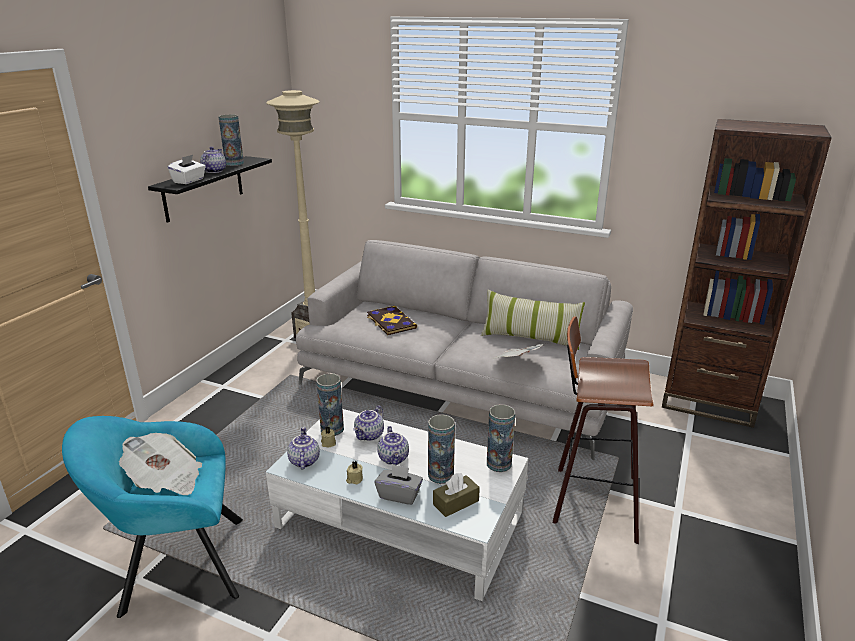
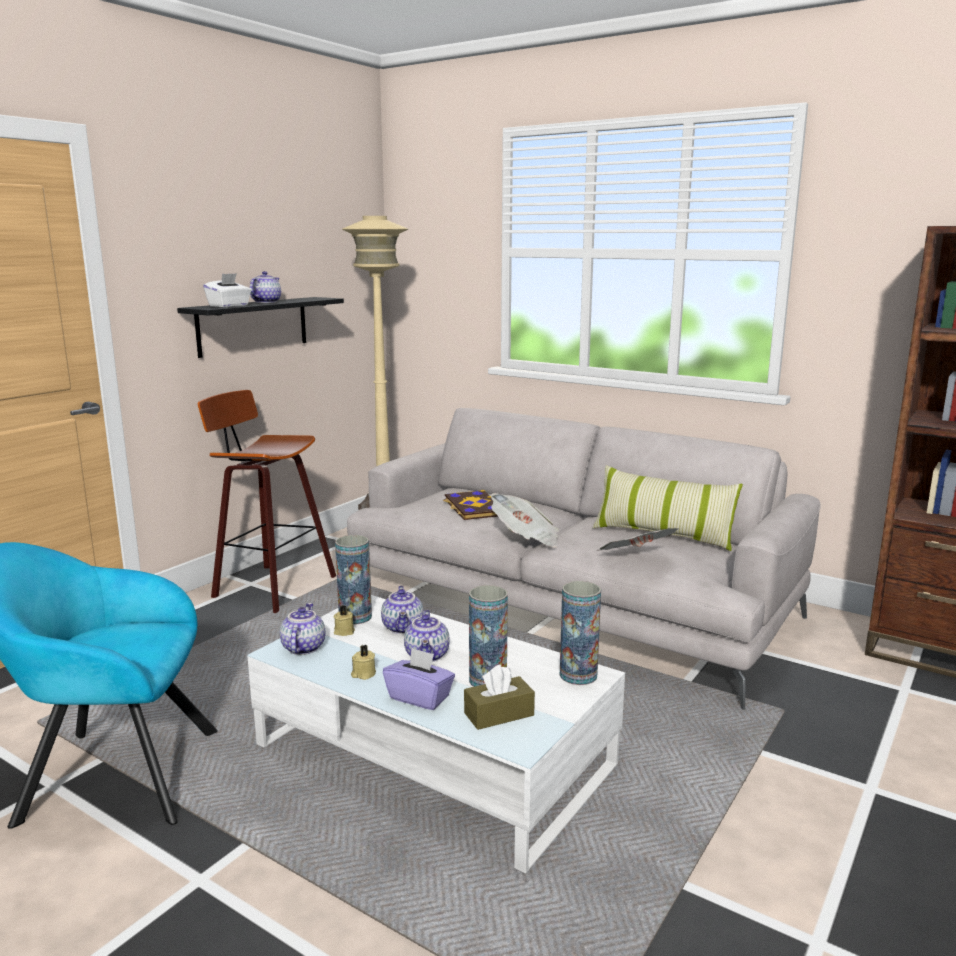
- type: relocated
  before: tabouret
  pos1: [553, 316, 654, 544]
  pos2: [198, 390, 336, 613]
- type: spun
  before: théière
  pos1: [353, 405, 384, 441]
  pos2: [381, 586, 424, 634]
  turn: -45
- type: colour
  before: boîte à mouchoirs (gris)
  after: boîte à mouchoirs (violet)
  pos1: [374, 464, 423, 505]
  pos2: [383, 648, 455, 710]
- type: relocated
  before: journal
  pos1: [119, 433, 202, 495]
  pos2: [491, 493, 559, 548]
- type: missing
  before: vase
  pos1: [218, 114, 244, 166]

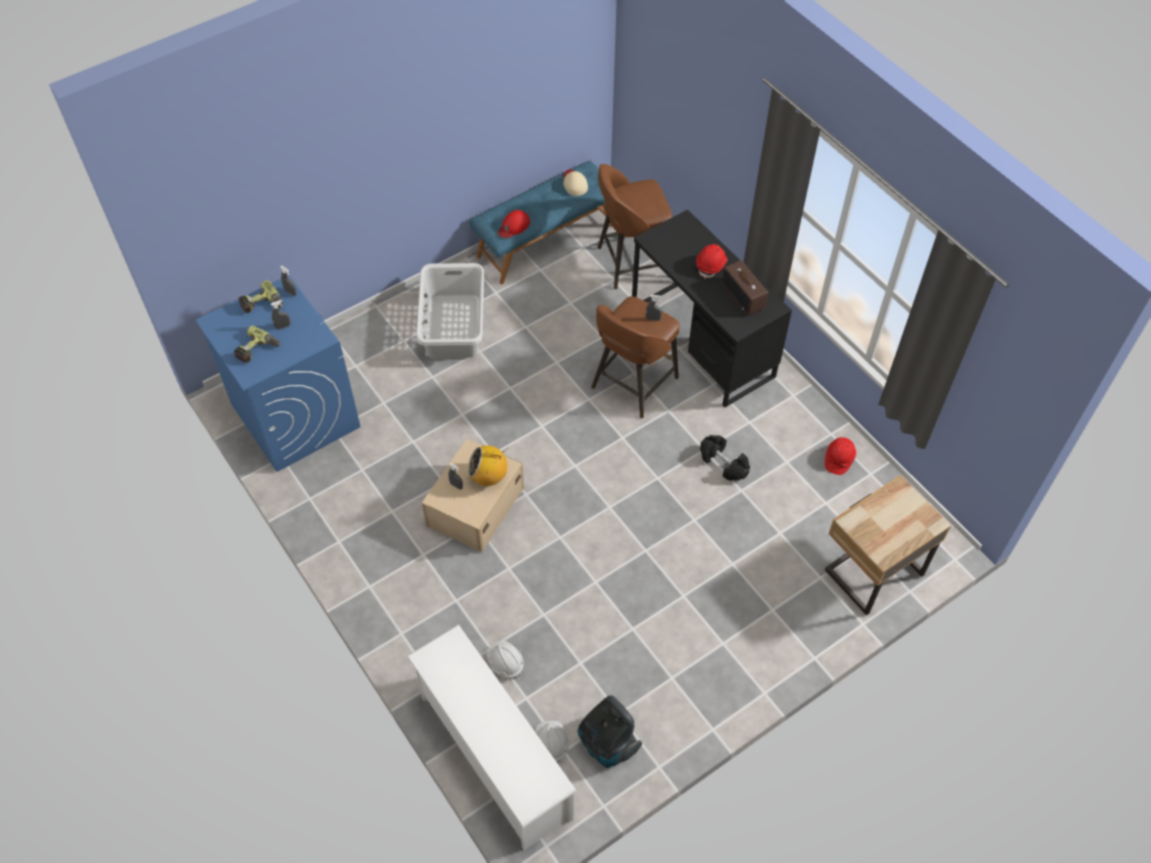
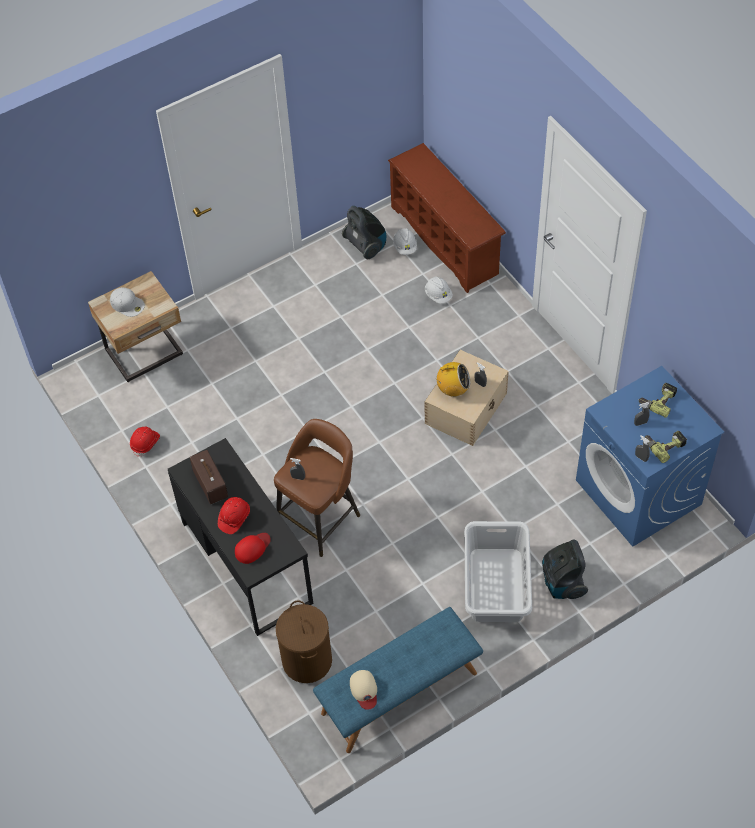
- type: appeared
  after: casquette (blanc)
  pos2: [110, 287, 145, 317]
- type: relocated
  before: casquette (rouge)
  pos1: [498, 210, 530, 238]
  pos2: [235, 533, 271, 564]
- type: exchanged
  before: tabouret (marron)
  after: panier à linge (marron)
  pos1: [598, 164, 672, 289]
  pos2: [276, 600, 332, 683]
- type: colour
  before: étagère à chaussures (blanc)
  after: étagère à chaussures (marron)
  pos1: [407, 624, 577, 850]
  pos2: [388, 143, 506, 293]
- type: appeared
  after: aspirateur
  pos2: [542, 540, 588, 599]
- type: missing
  before: haltère (noir)
  pos1: [700, 435, 750, 481]

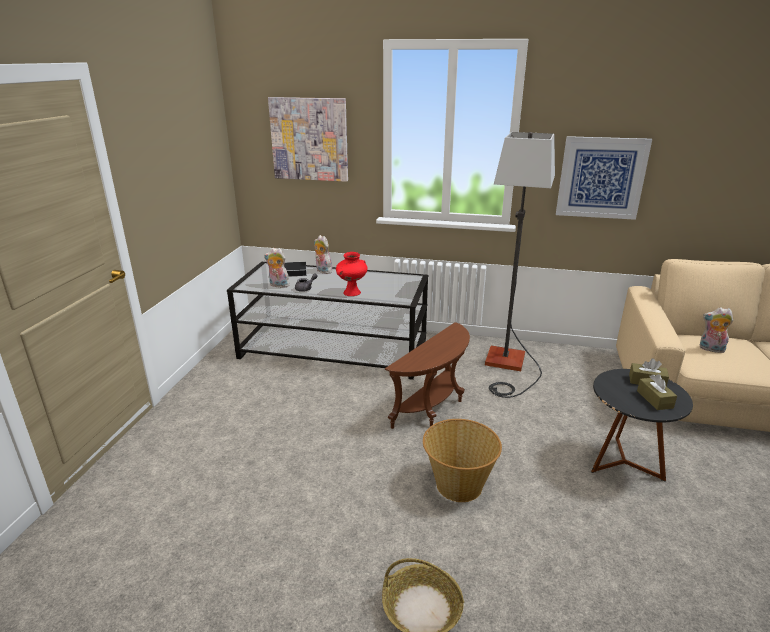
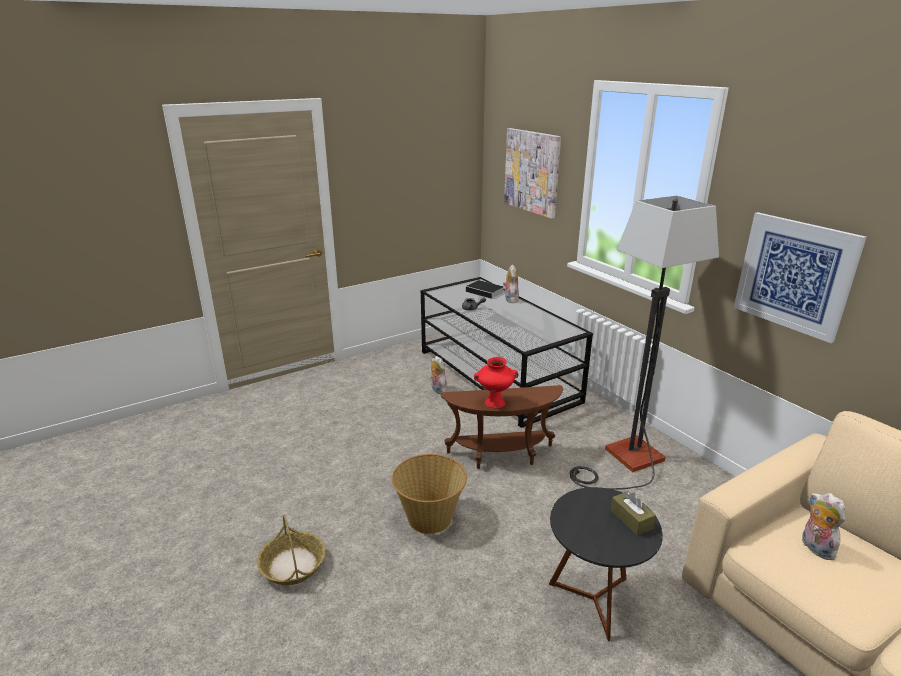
- type: relocated
  before: peluche
  pos1: [264, 248, 290, 288]
  pos2: [430, 356, 447, 394]
- type: relocated
  before: vase (rouge)
  pos1: [336, 252, 368, 296]
  pos2: [474, 357, 518, 408]
- type: missing
  before: boîte à mouchoirs (marron)
  pos1: [637, 374, 677, 410]

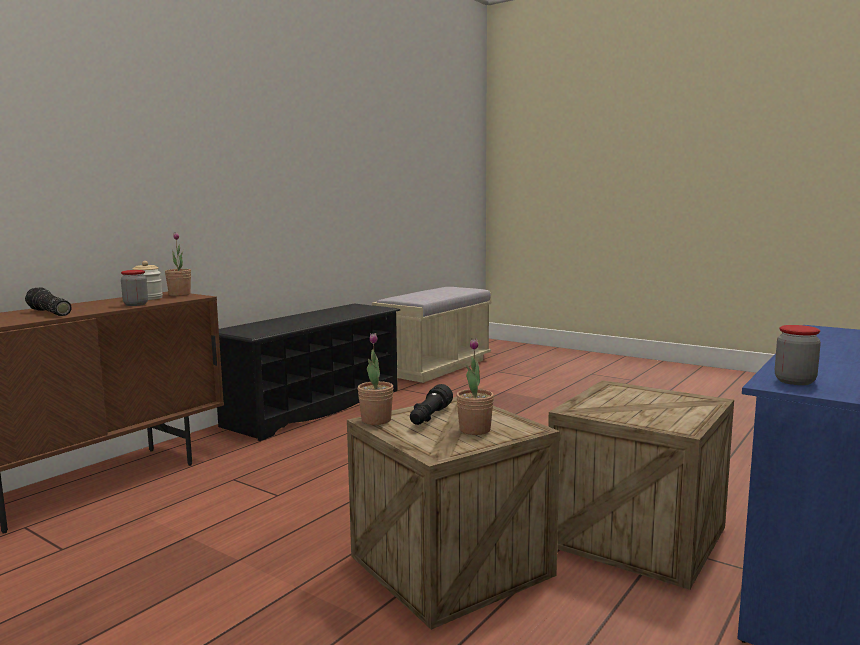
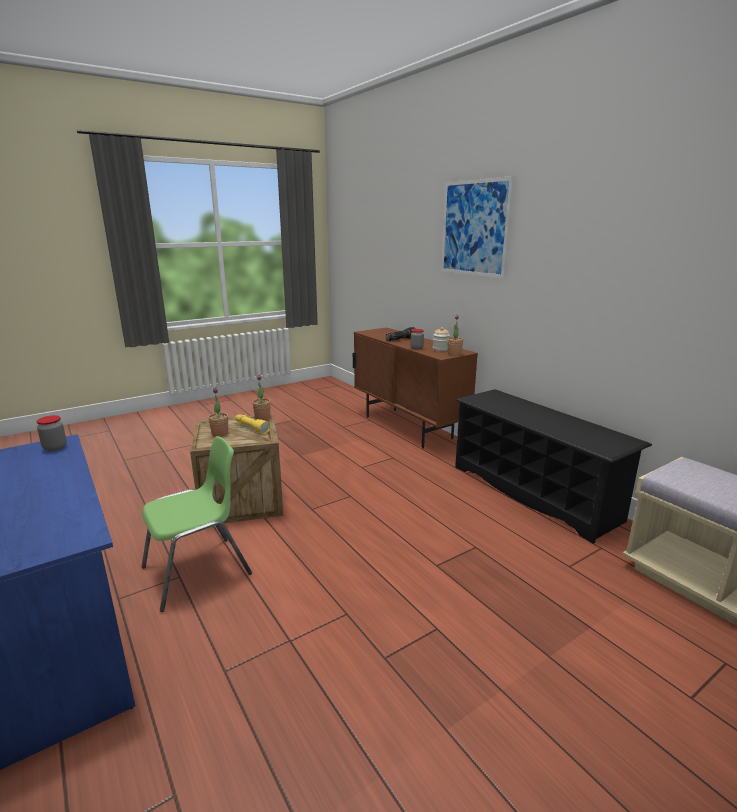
- type: exchanged
  before: caisse
  after: chaise (vert)
  pos1: [548, 380, 734, 590]
  pos2: [142, 436, 252, 612]
- type: colour
  before: lampe de poche (noir)
  after: lampe de poche (jaune)
  pos1: [410, 384, 453, 425]
  pos2: [235, 414, 270, 434]
- type: appeared
  after: tableau
  pos2: [441, 176, 514, 279]

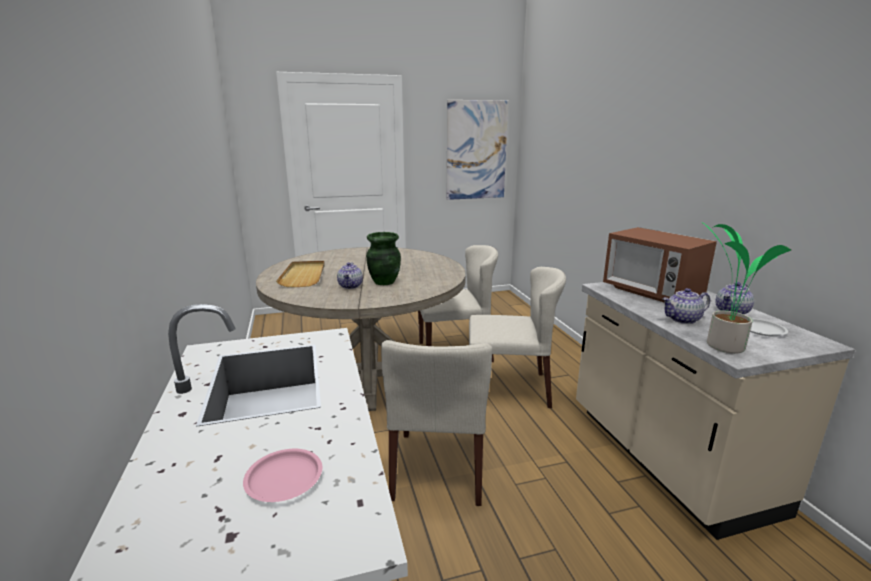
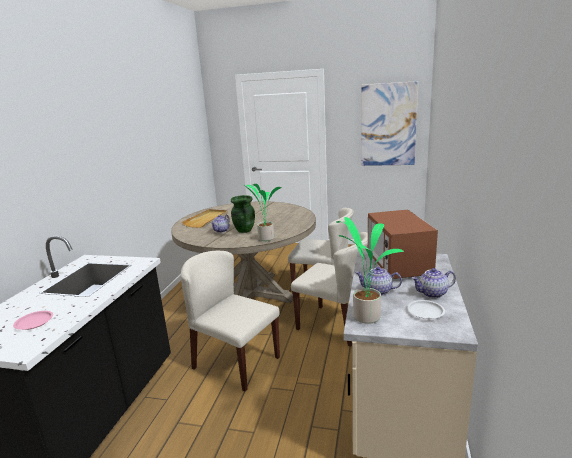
- type: spun
  before: chaise (beige)
  pos1: [381, 340, 492, 506]
  pos2: [181, 250, 280, 391]
  turn: 90
- type: appeared
  after: plante en pot
  pos2: [245, 184, 282, 241]

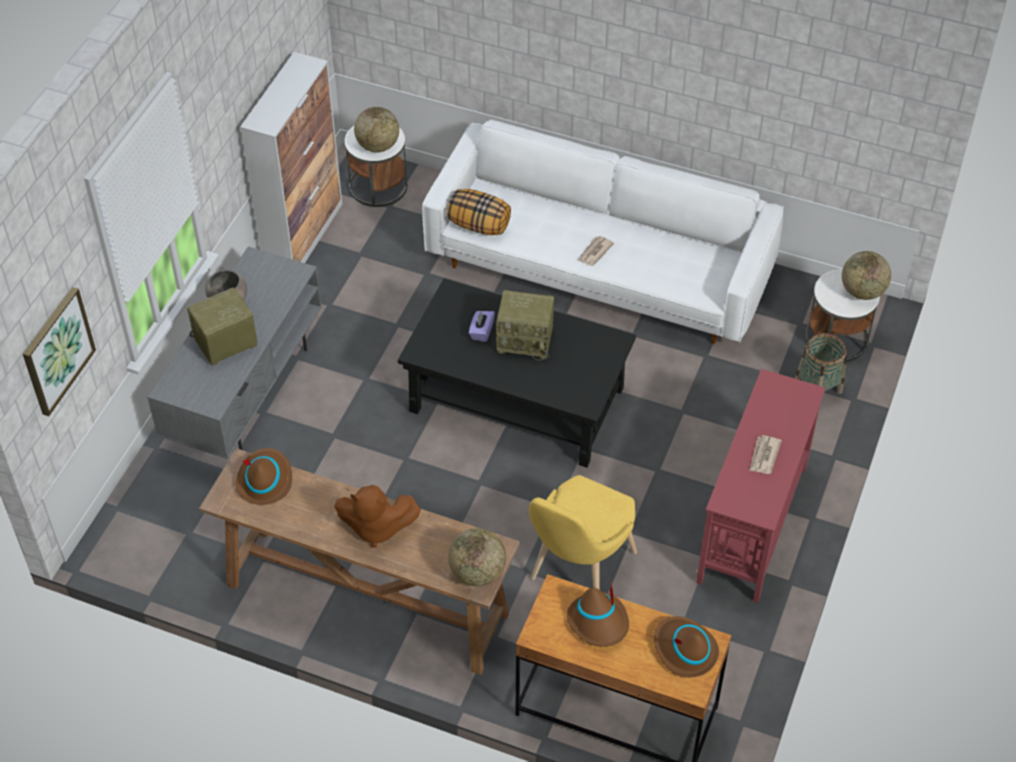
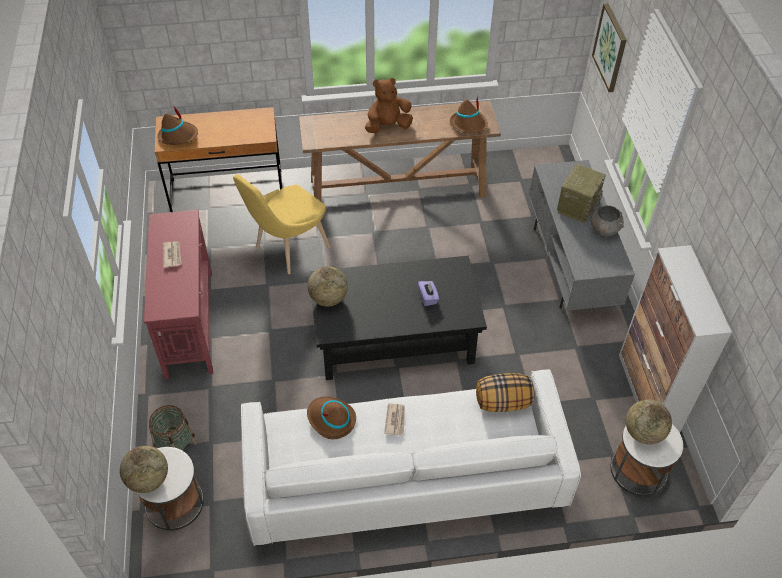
- type: spun
  before: chaise (jaune)
  pos1: [529, 475, 637, 589]
  pos2: [233, 174, 330, 274]
  turn: -135
- type: relocated
  before: chapeau (marron)
  pos1: [566, 582, 629, 647]
  pos2: [307, 396, 356, 439]
- type: relocated
  before: globe
  pos1: [449, 528, 506, 586]
  pos2: [308, 266, 348, 307]
- type: missing
  before: radio
  pos1: [496, 290, 554, 361]

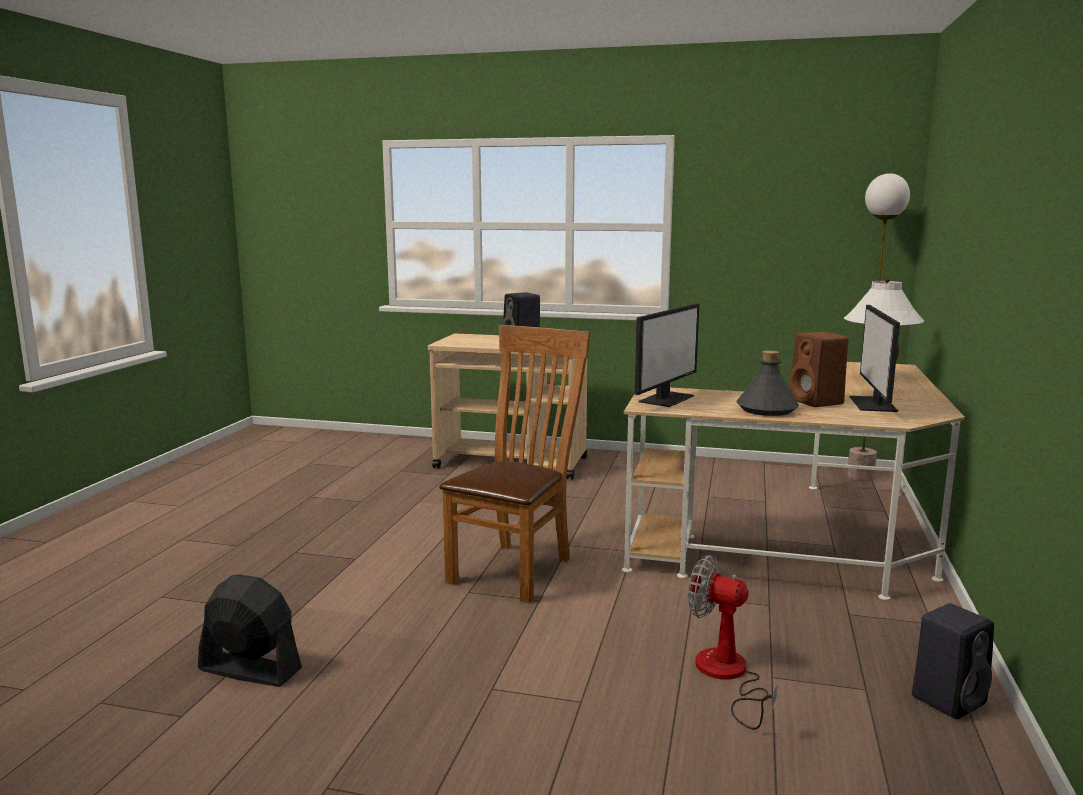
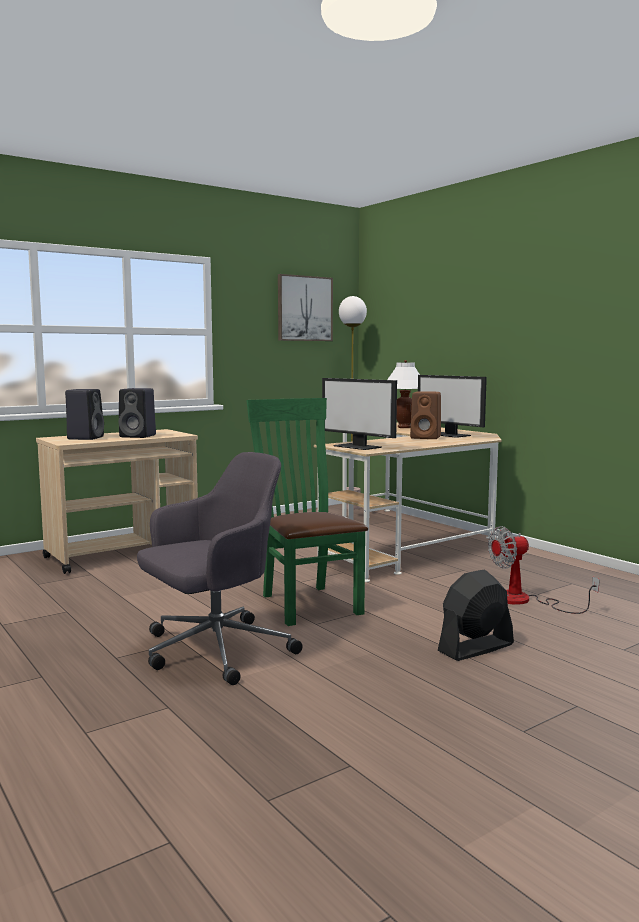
- type: relocated
  before: enceinte (noir)
  pos1: [912, 603, 994, 719]
  pos2: [65, 389, 104, 440]
- type: appeared
  after: chaise de bureau (gris)
  pos2: [137, 452, 303, 685]
- type: colour
  before: chaise (marron)
  after: chaise (vert)
  pos1: [439, 325, 591, 603]
  pos2: [246, 398, 368, 626]
- type: appeared
  after: tableau
  pos2: [278, 274, 333, 341]
- type: spun
  before: écran d'ordinateur
  pos1: [635, 303, 699, 407]
  pos2: [322, 378, 397, 450]
  turn: 150
- type: relocated
  before: ventilateur (noir)
  pos1: [198, 575, 302, 687]
  pos2: [438, 570, 514, 661]
- type: missing
  before: bouteille (gris)
  pos1: [736, 350, 799, 416]

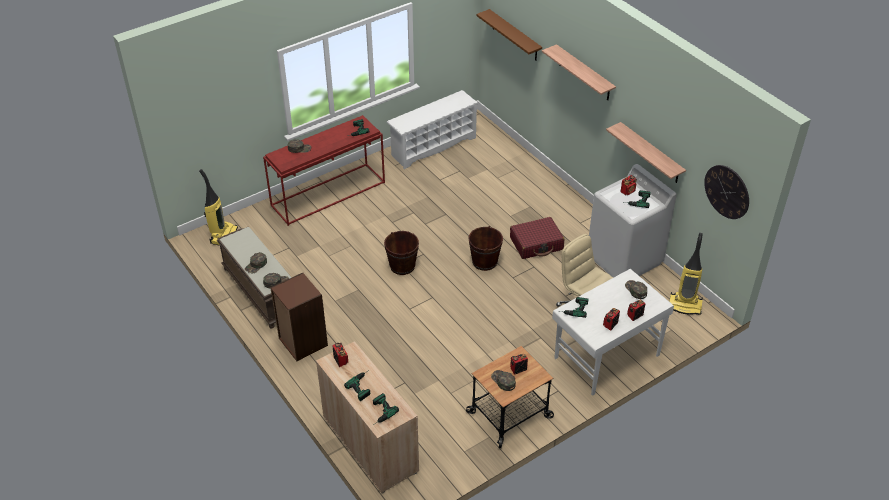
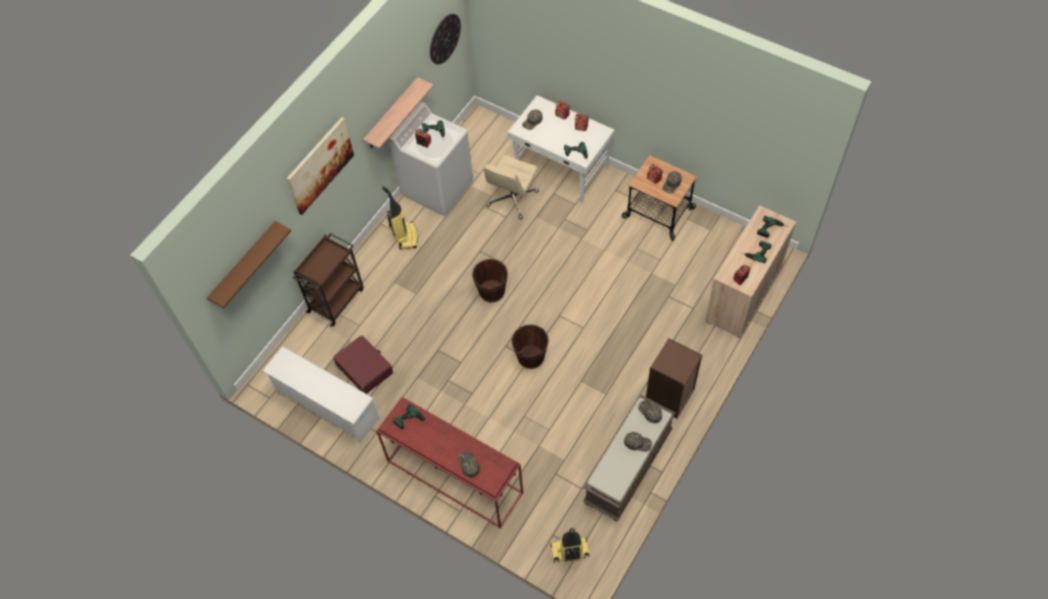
- type: exchanged
  before: étagère
  after: tableau
  pos1: [542, 44, 616, 100]
  pos2: [286, 117, 354, 215]
- type: appeared
  after: chariot (marron)
  pos2: [292, 233, 363, 327]
- type: relocated
  before: valise (rouge)
  pos1: [510, 217, 564, 259]
  pos2: [333, 335, 393, 394]
- type: relocated
  before: aspirateur
  pos1: [669, 233, 703, 315]
  pos2: [382, 186, 418, 250]

